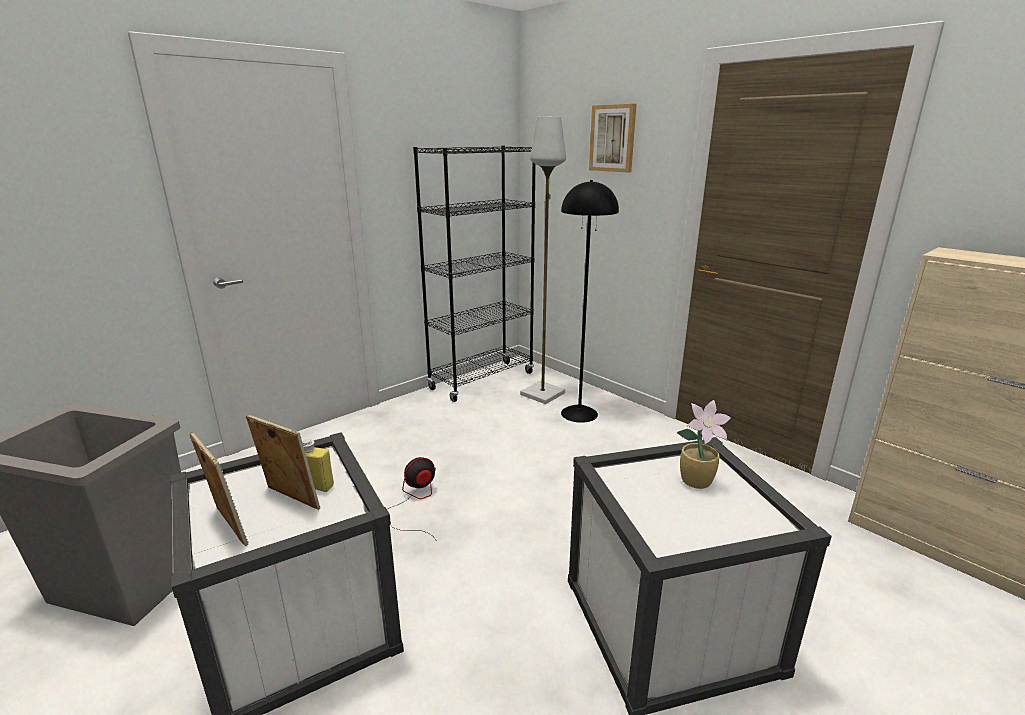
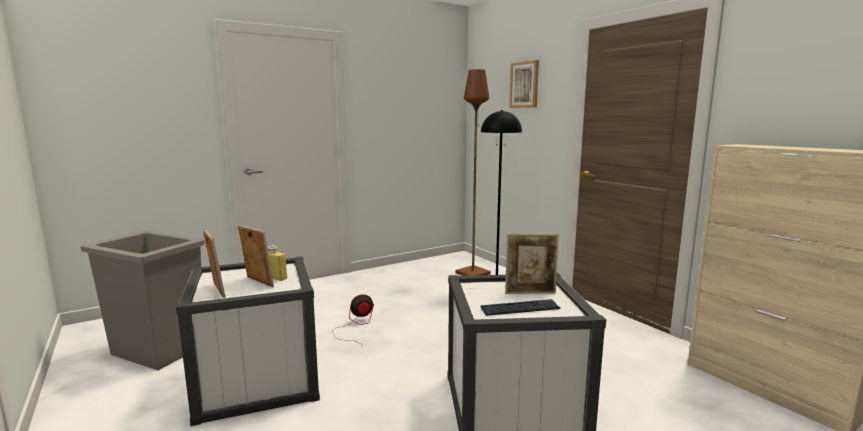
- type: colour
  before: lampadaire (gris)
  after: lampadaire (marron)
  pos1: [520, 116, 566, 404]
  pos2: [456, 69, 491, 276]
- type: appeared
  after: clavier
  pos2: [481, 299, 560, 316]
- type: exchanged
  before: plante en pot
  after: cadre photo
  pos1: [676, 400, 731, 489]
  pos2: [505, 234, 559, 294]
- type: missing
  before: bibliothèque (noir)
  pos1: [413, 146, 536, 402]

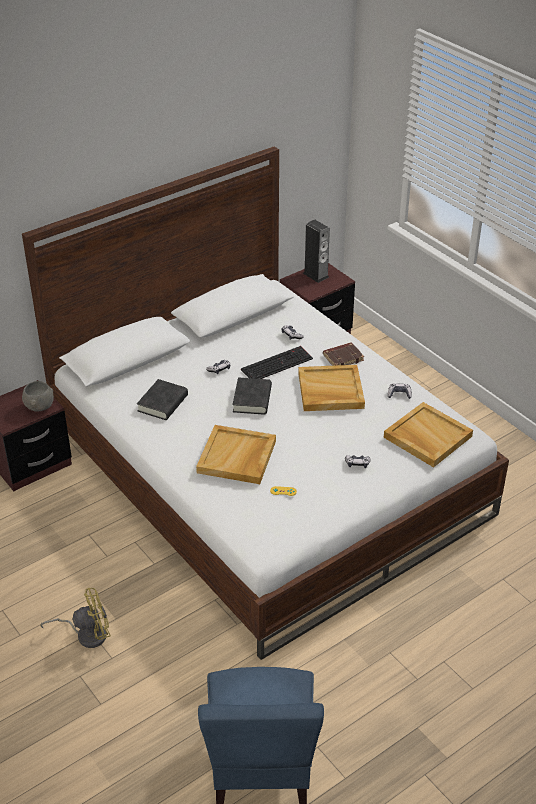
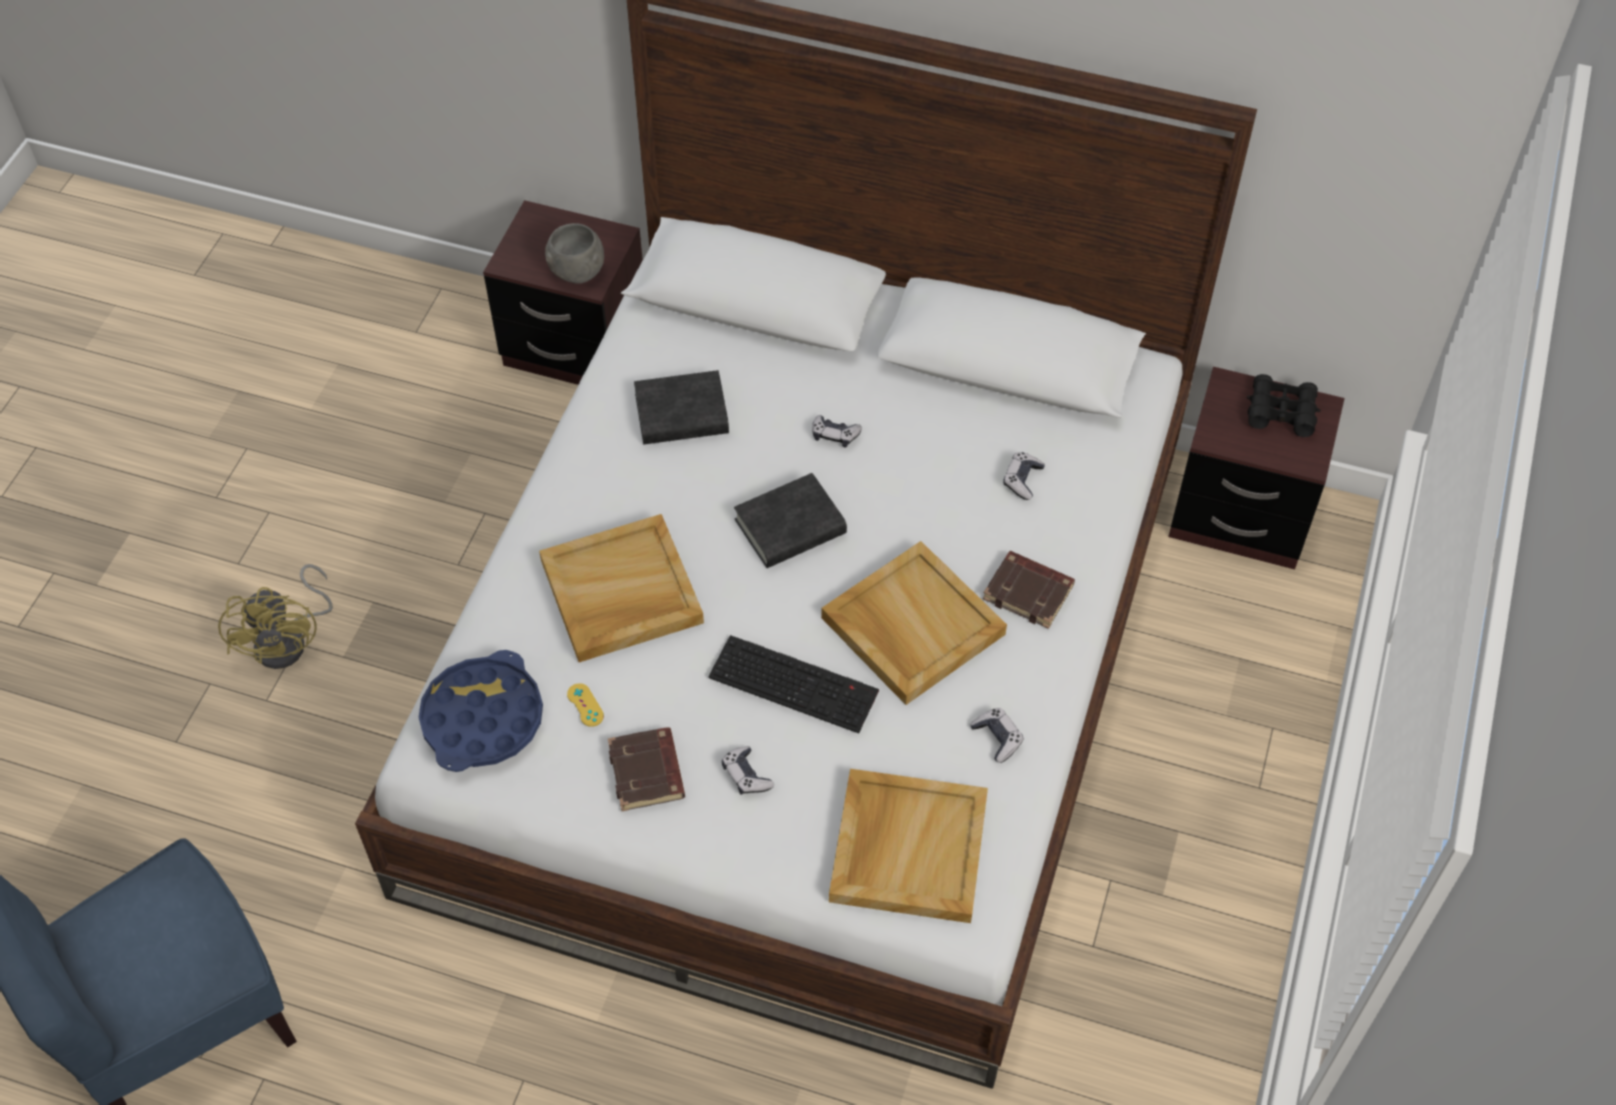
- type: spun
  before: ventilateur (jaune)
  pos1: [40, 587, 111, 648]
  pos2: [218, 564, 333, 669]
  turn: 45
- type: appeared
  after: plateau (bleu)
  pos2: [419, 650, 543, 772]
- type: appeared
  after: livre (marron)
  pos2: [608, 727, 685, 811]
- type: relocated
  before: clavier
  pos1: [241, 346, 313, 379]
  pos2: [708, 635, 879, 733]
- type: exchanged
  before: enceinte
  after: jumelles (noir)
  pos1: [303, 220, 330, 283]
  pos2: [1247, 374, 1321, 437]

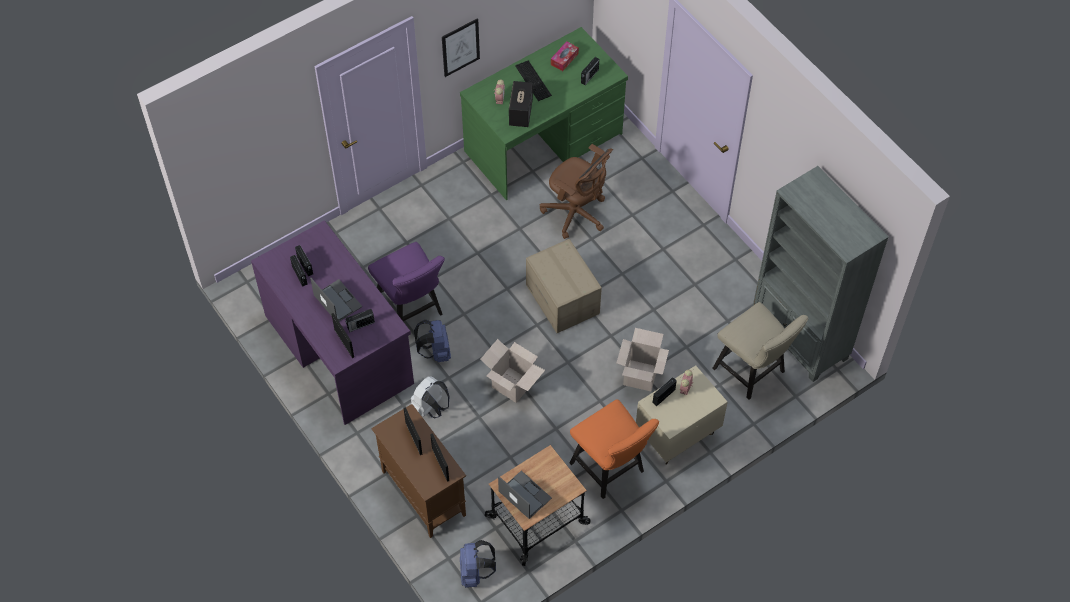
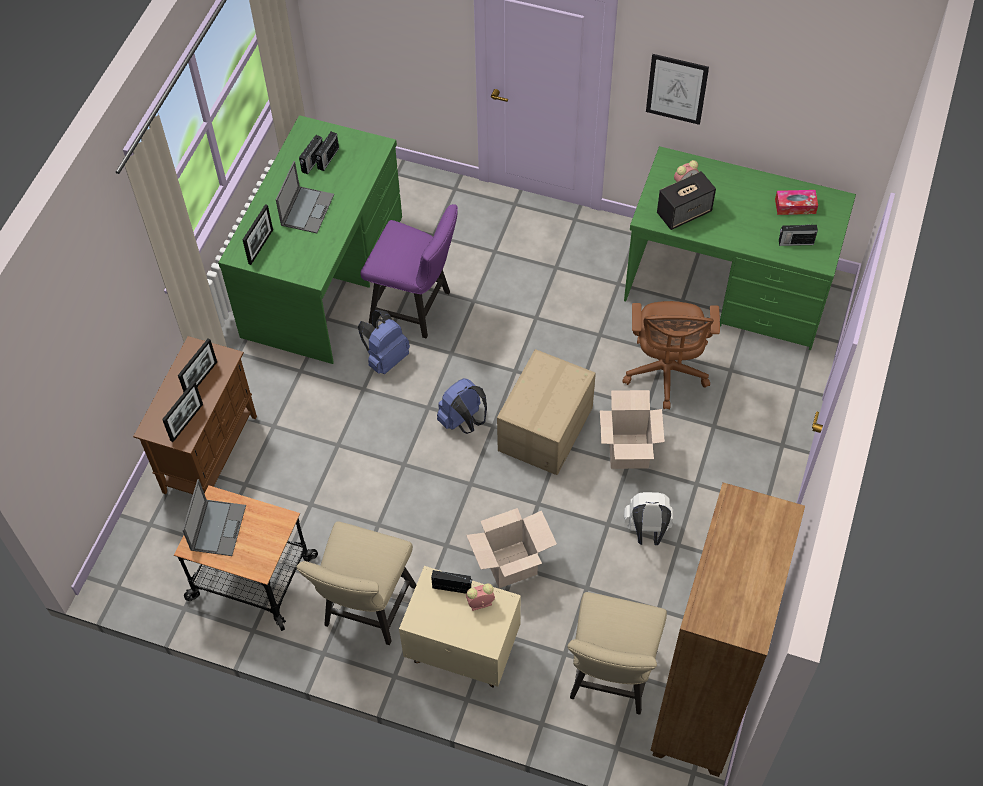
- type: colour
  before: bureau (violet)
  after: bureau (vert)
  pos1: [251, 220, 414, 425]
  pos2: [218, 115, 402, 364]
- type: colour
  before: chaise (orange)
  after: chaise (beige)
  pos1: [570, 399, 659, 499]
  pos2: [296, 521, 417, 645]
- type: spun
  before: chaise (violet)
  pos1: [368, 242, 445, 321]
  pos2: [360, 204, 458, 338]
  turn: -90
- type: relocated
  before: sac à dos (bleu)
  pos1: [460, 540, 496, 588]
  pos2: [437, 378, 487, 434]
- type: relocated
  before: carton
  pos1: [480, 339, 545, 403]
  pos2: [600, 390, 665, 469]
- type: relocated
  before: sac à dos (blanc)
  pos1: [411, 376, 449, 418]
  pos2: [624, 492, 674, 545]
- type: colour
  before: bibliothèque (gris)
  after: bibliothèque (marron)
  pos1: [753, 166, 889, 382]
  pos2: [650, 482, 805, 777]
- type: missing
  before: radio
  pos1: [345, 309, 375, 332]
- type: missing
  before: clavier
  pos1: [515, 61, 552, 101]

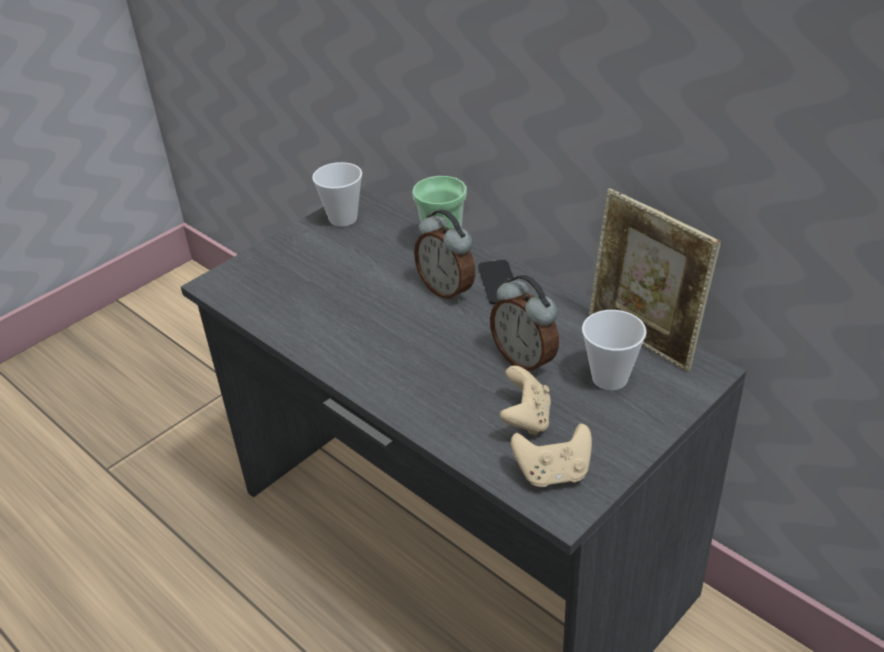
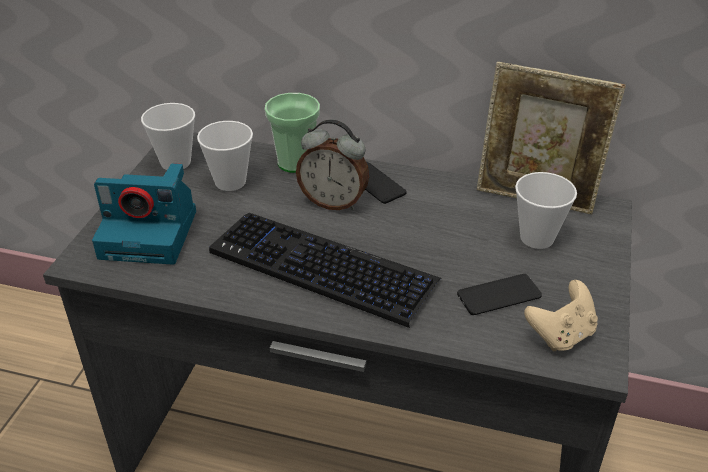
- type: appeared
  after: appareil photo
  pos2: [92, 163, 196, 265]
- type: appeared
  after: tasse
  pos2: [197, 121, 253, 191]
- type: appeared
  after: clavier
  pos2: [209, 213, 441, 328]
- type: exchanged
  before: manette (beige)
  after: téléphone
  pos1: [500, 366, 551, 436]
  pos2: [457, 274, 542, 315]
- type: missing
  before: réveil
  pos1: [490, 274, 559, 375]

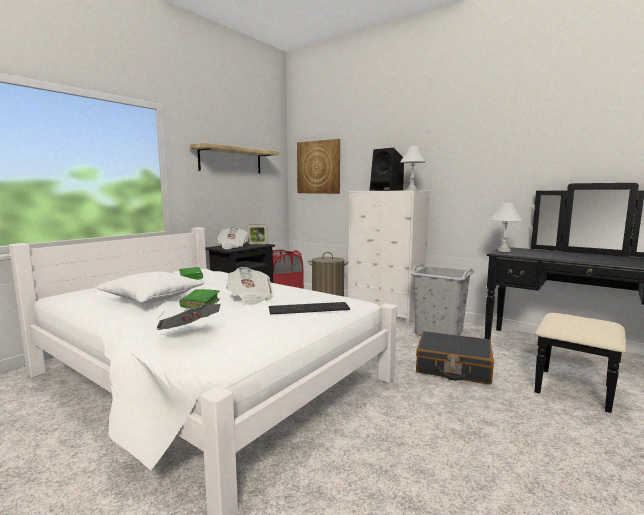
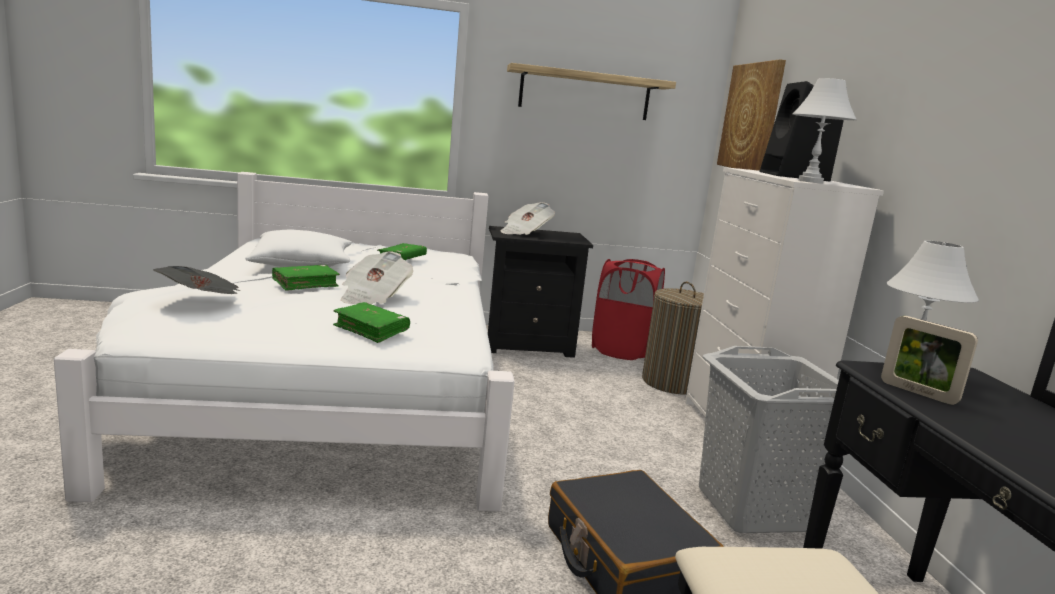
- type: exchanged
  before: clavier
  after: livre (vert)
  pos1: [269, 302, 350, 315]
  pos2: [333, 302, 410, 343]
- type: relocated
  before: cadre photo
  pos1: [248, 225, 268, 244]
  pos2: [881, 316, 978, 405]

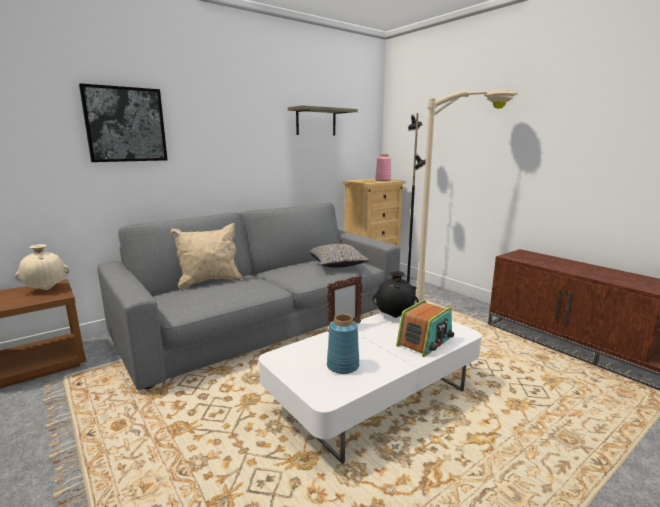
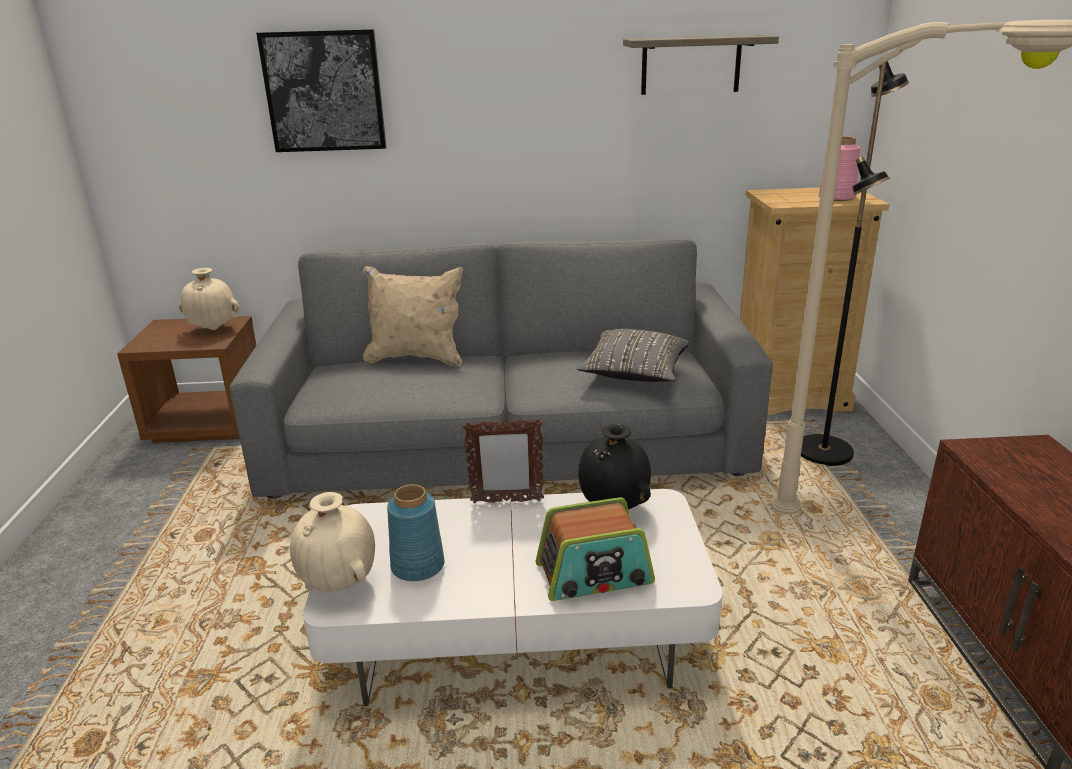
- type: appeared
  after: vase (beige)
  pos2: [290, 492, 375, 592]

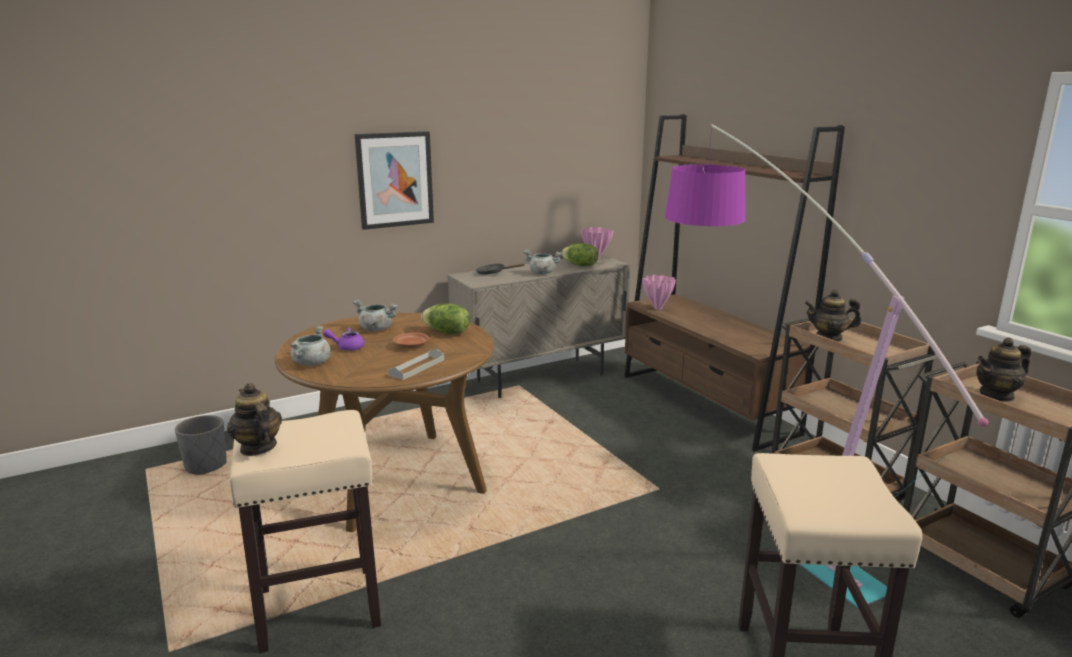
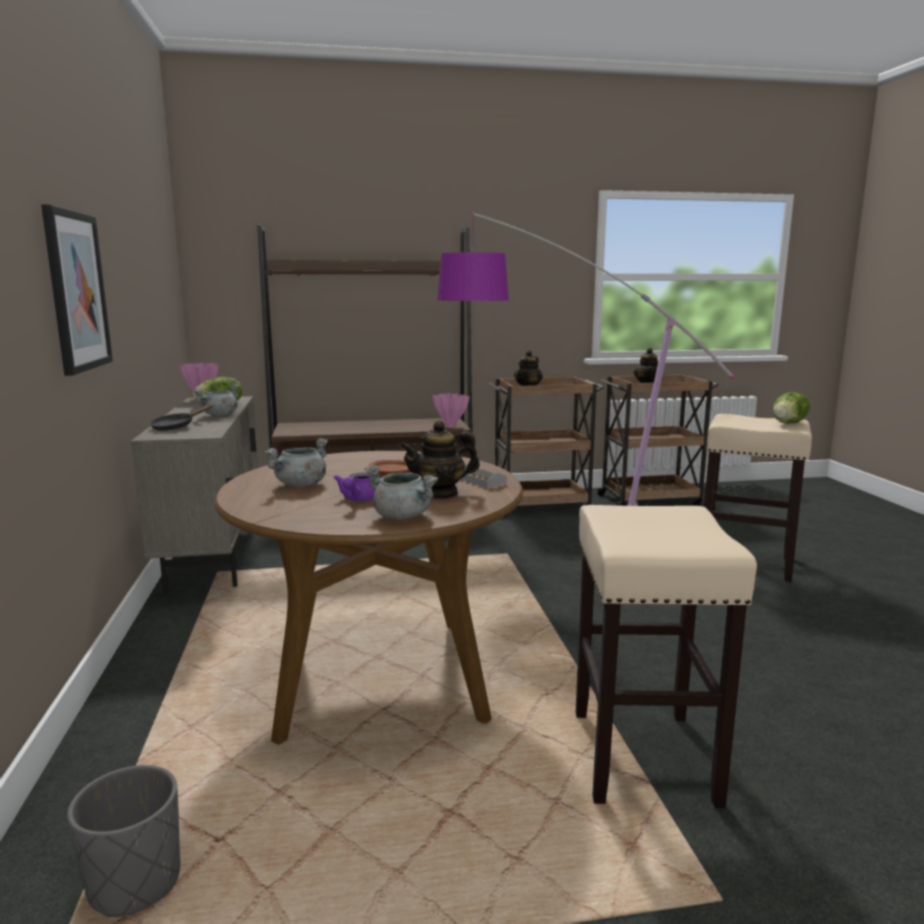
- type: relocated
  before: théière
  pos1: [227, 383, 282, 456]
  pos2: [399, 420, 480, 499]
- type: relocated
  before: vase (rose)
  pos1: [642, 275, 676, 310]
  pos2: [432, 393, 469, 428]
- type: relocated
  before: laitue
  pos1: [421, 304, 470, 334]
  pos2: [773, 392, 811, 424]

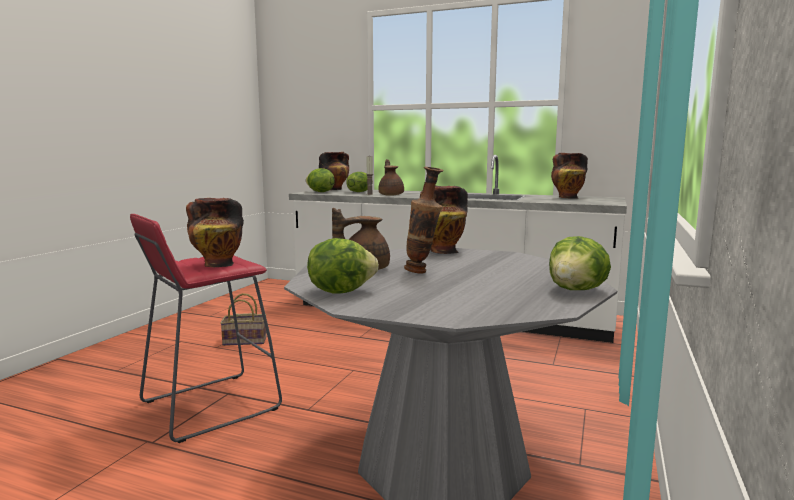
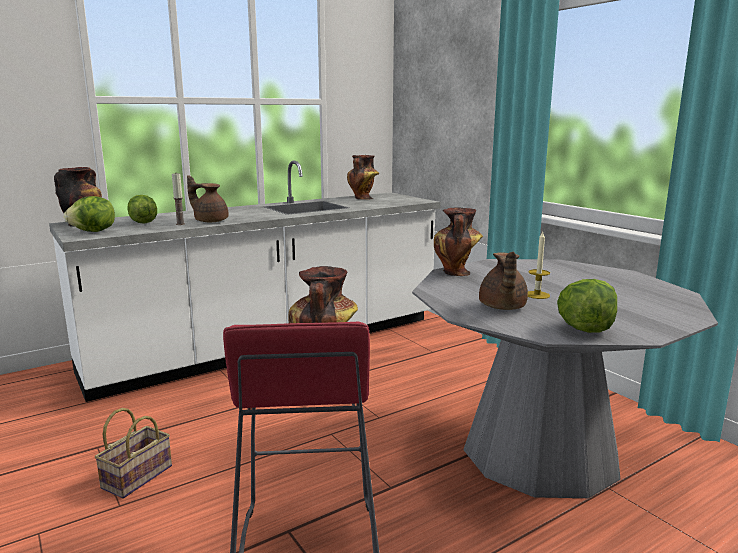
- type: exchanged
  before: vase
  after: bougie
  pos1: [404, 167, 444, 274]
  pos2: [528, 230, 550, 299]
- type: missing
  before: laitue
  pos1: [549, 236, 611, 290]

